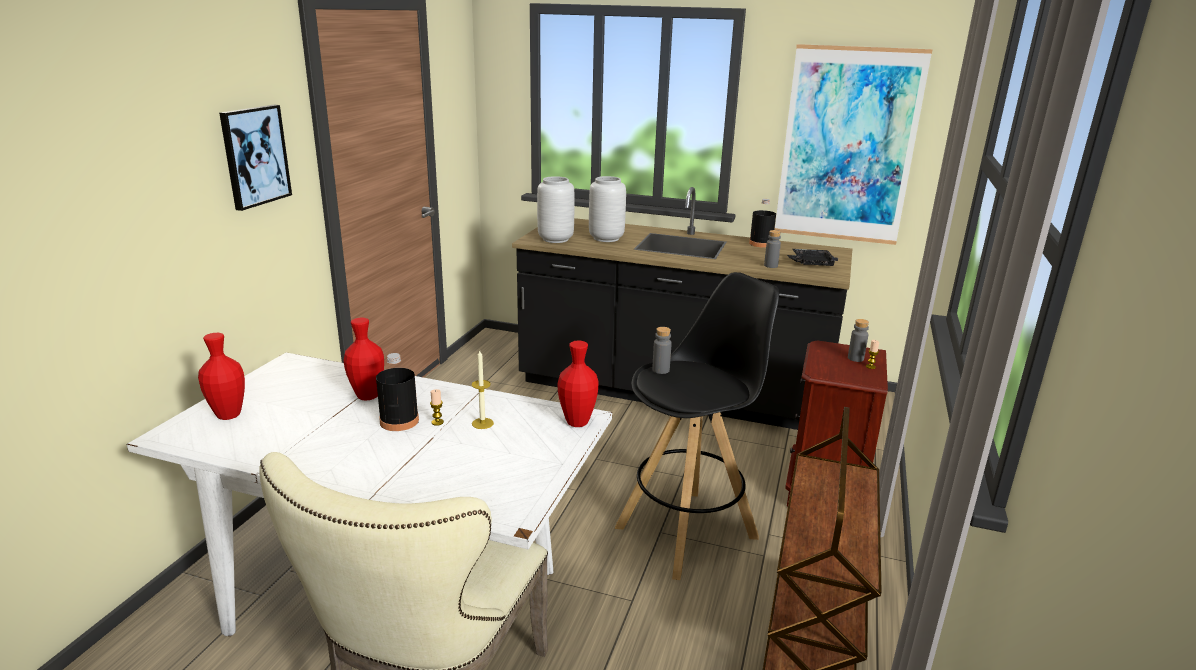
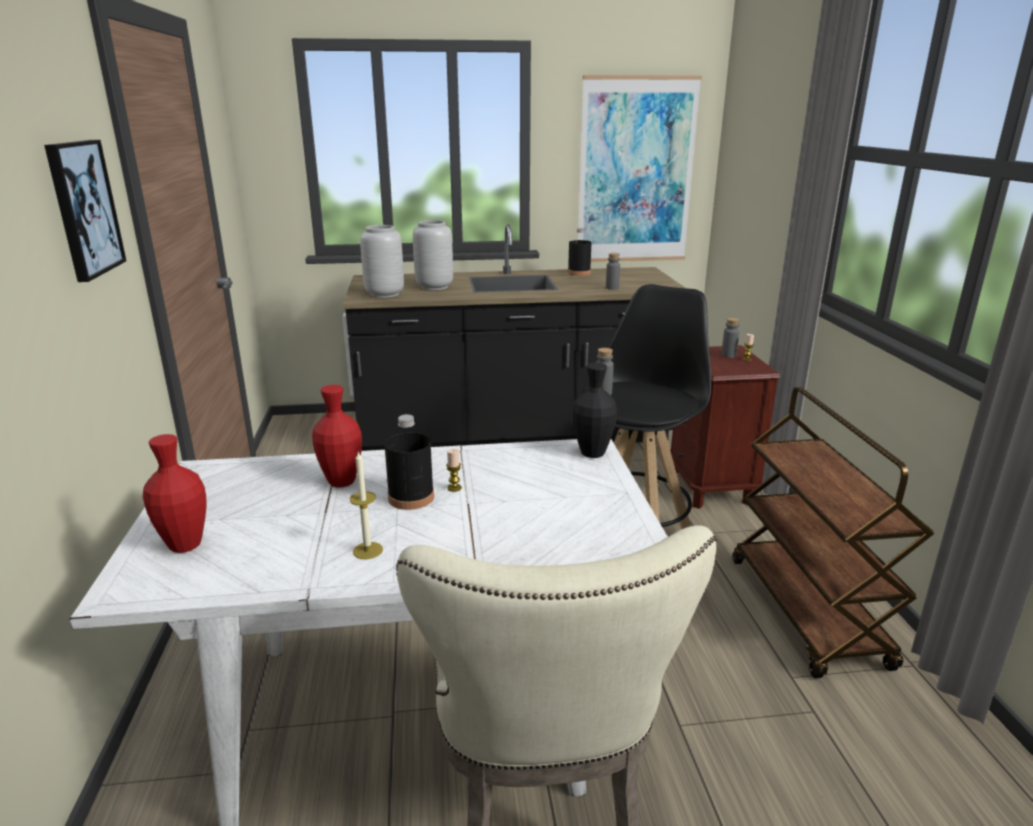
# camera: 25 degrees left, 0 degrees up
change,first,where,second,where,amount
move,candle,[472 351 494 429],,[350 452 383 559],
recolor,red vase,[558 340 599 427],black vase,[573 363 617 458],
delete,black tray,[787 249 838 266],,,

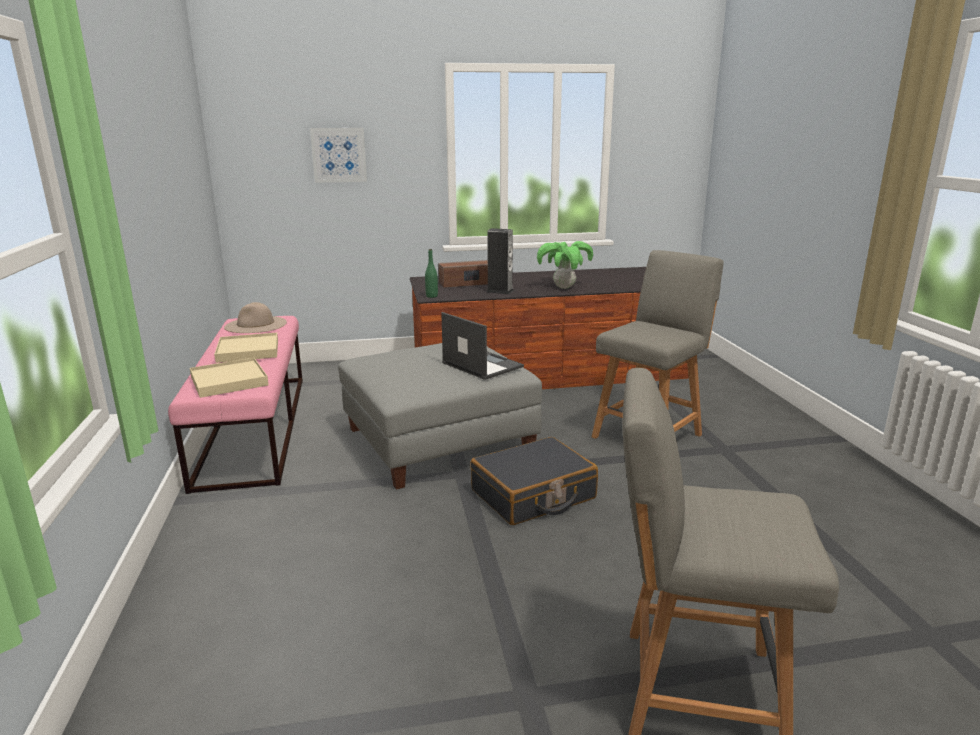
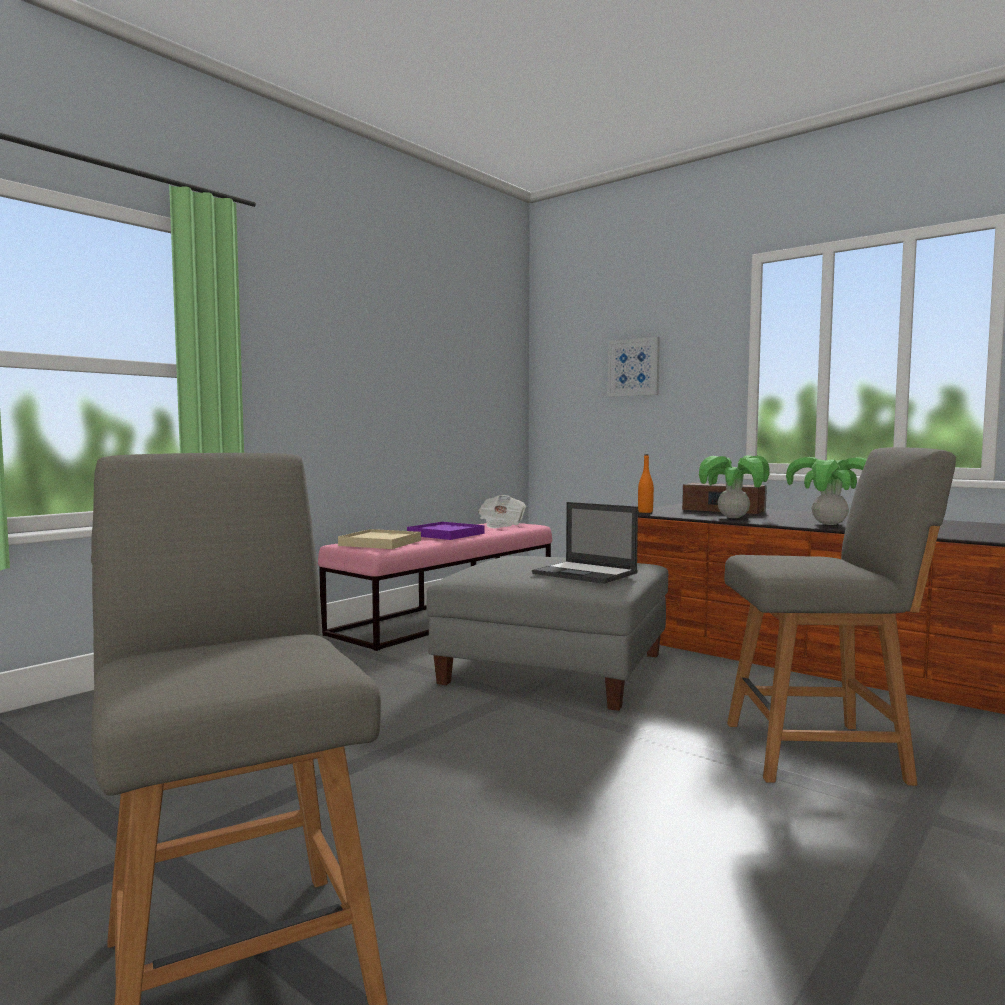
# camera: 50 degrees right, 15 degrees down
change,first,where,second,where,amount
recolor,beige tray,[214 333 278 363],purple tray,[407 522 485 540],
replace,beige hat,[224 302 287 333],newspaper,[478 495 526 528],
recolor,green bottle,[425 249 438 298],orange bottle,[638 454 654 513],
rotate,laptop,[441 312 524 380],,[532 502 638 584],120 degrees clockwise
delete,black suitcase,[470 437 598 525],,,
replace,speaker,[486 228 514 294],potted plant,[699 455 770 518],

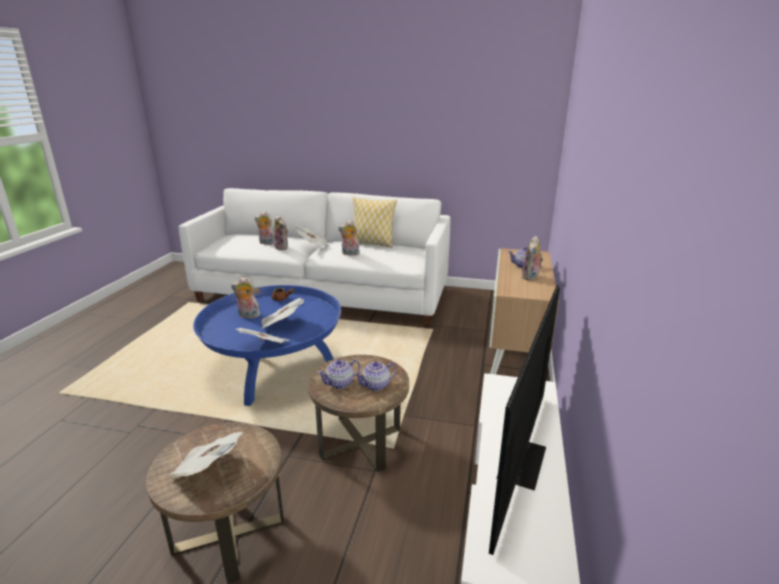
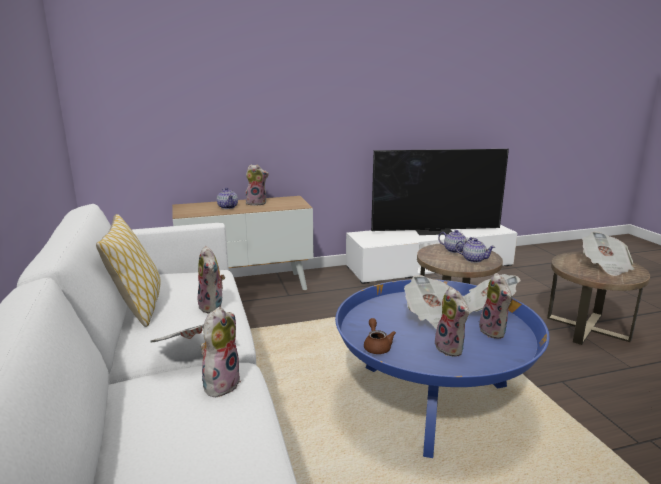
# camera: 120 degrees left, 5 degrees down
change,first,where,second,where,amount
move,plush toy,[255 212 275 245],,[477 273 512 339],

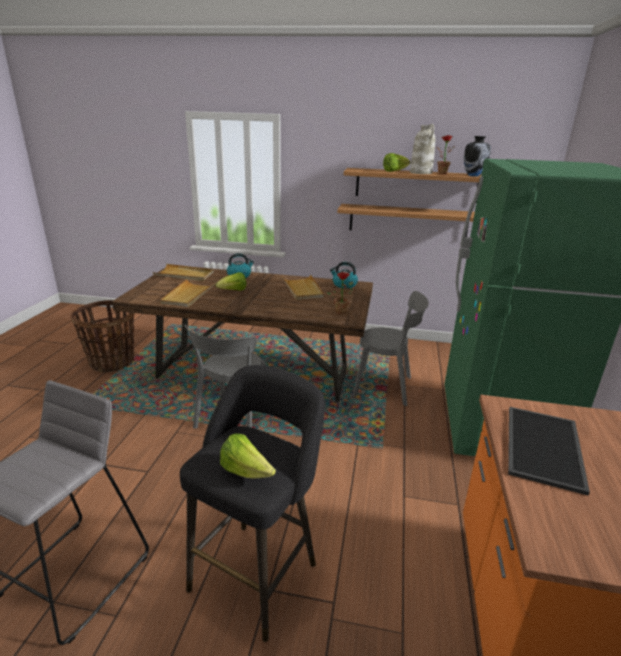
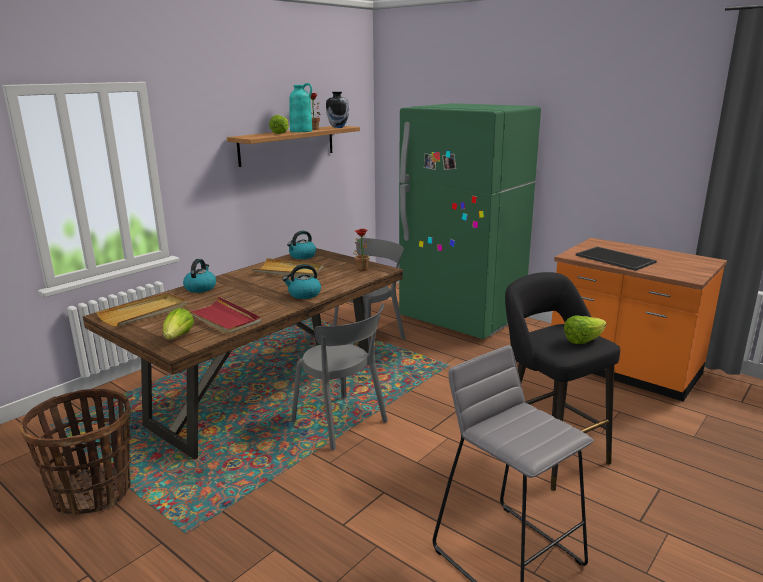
# camera: 60 degrees left, 5 degrees down
change,first,where,second,where,amount
recolor,beige tray,[160 279 216 307],red tray,[182 297 261 335],
move,lettuce,[215 272 246 291],,[163 308 194 339],
delete,shelf,[337 204 475 237],,,
recolor,white vase,[410 124 435 174],turquoise vase,[289 83 313 132],
insert,,,kettle,[282 264 321 299],

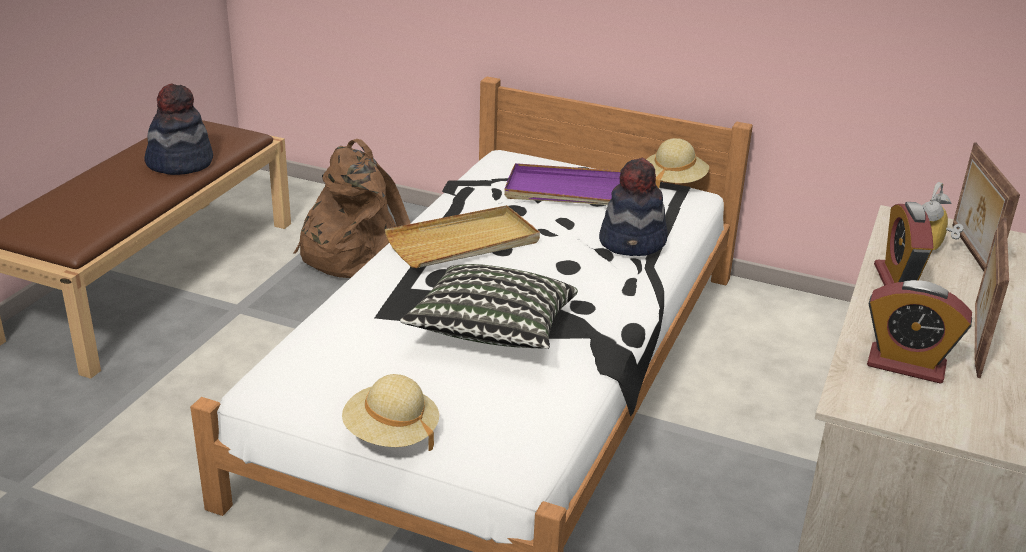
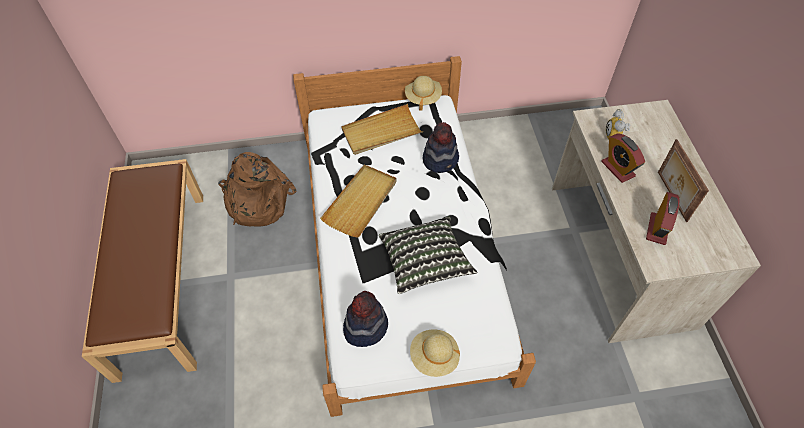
# camera: 30 degrees left, 25 degrees up
change,first,where,second,where,amount
move,hat,[144 84 213 175],,[343 291 388 347],
recolor,purple tray,[504 163 620 205],beige tray,[341 104 423 155],
rotate,alarm clock,[867 280 972 384],,[646 192 679 245],60 degrees counterclockwise
delete,picture frame,[952 142 1020 271],,,

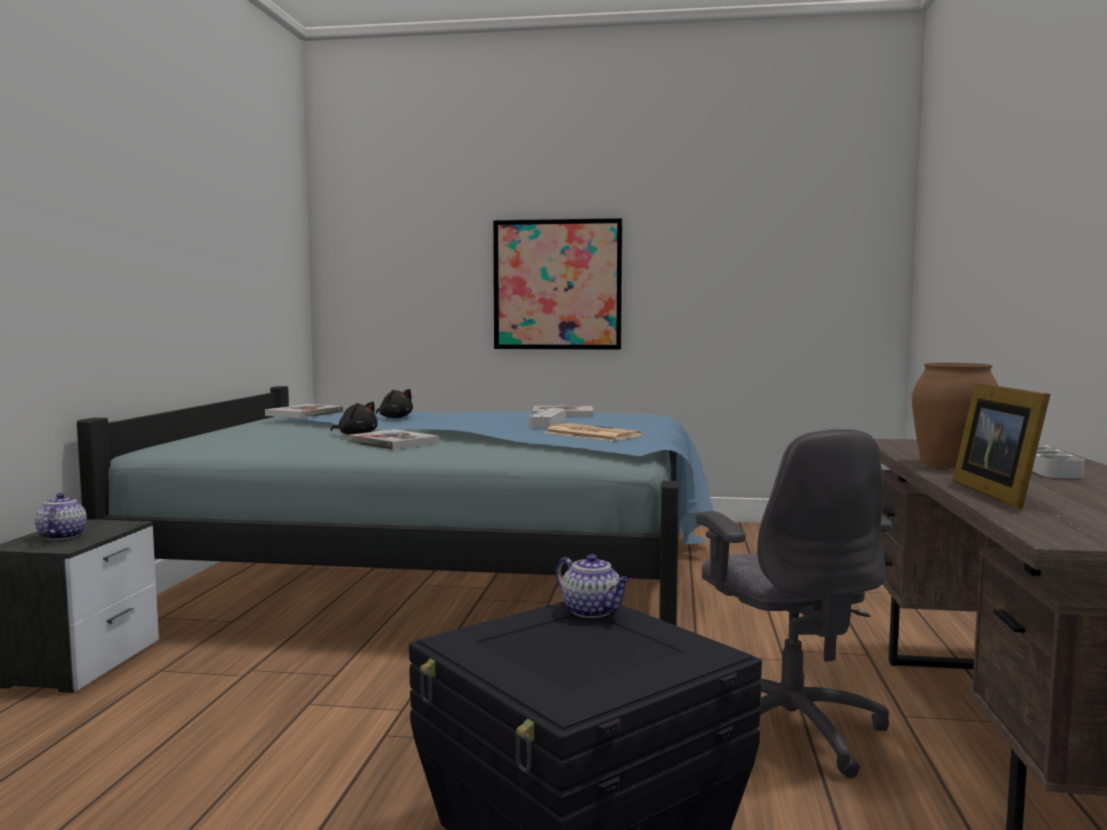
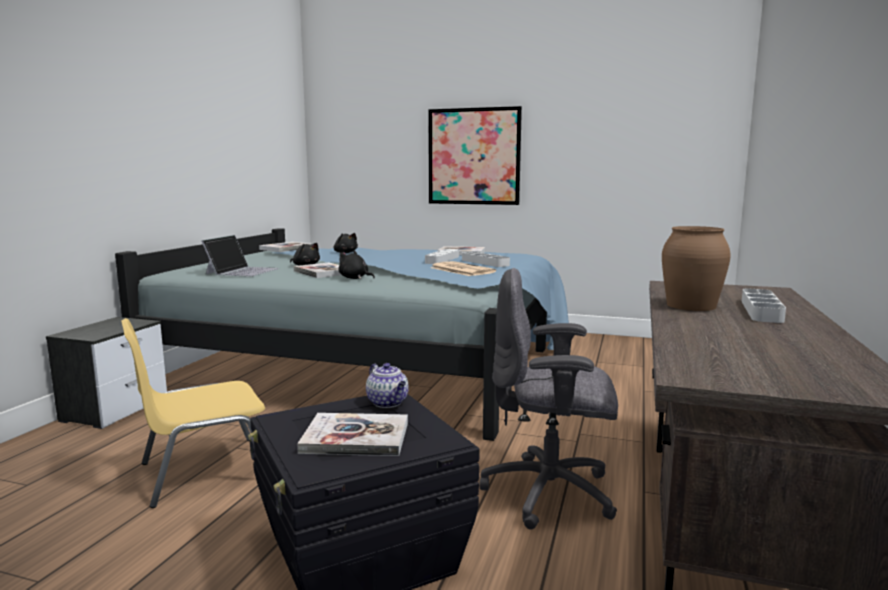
# camera: 10 degrees right, 5 degrees up
change,first,where,second,where,amount
delete,teapot,[35 493 87 540],,,
rotate,grey office chair,[696 429 893 778],,[479 268 618 530],105 degrees clockwise
delete,picture frame,[952 383 1051 509],,,
insert,,,yellow chair,[121 318 265 508],
insert,,,laptop,[202 235 279 277],
insert,,,book,[297 413 408 456],
insert,,,black plush toy,[338 250 375 279],
insert,,,grey tray,[462 252 510 267],

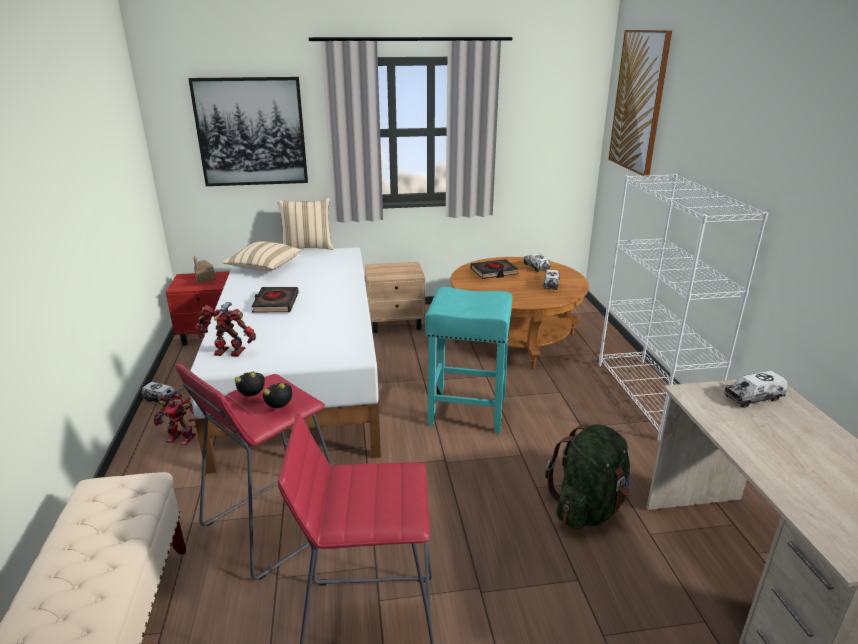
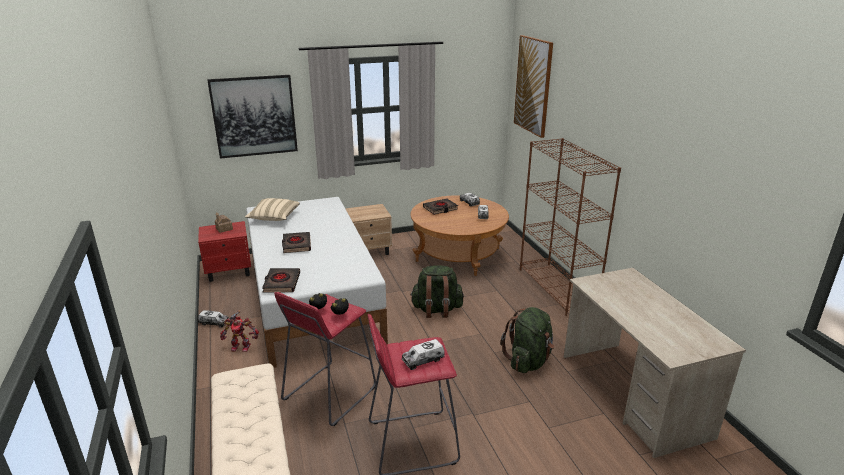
# camera: 10 degrees left, 0 degrees up
change,first,where,second,where,amount
replace,toy robot,[195 302 256 357],black book,[262 268 300 293],
delete,beige pillow,[277 198 334 250],,,
replace,turquoise stool,[425 287 512 434],green backpack,[410 265 464 318],
recolor,white bookcase,[598 174 768 441],brown bookcase,[520 138 621 316],
move,toy truck,[724 371 787 408],,[402 339 445 370],

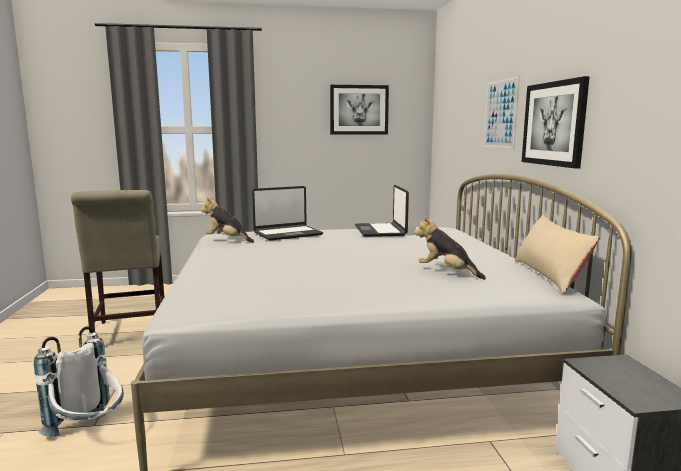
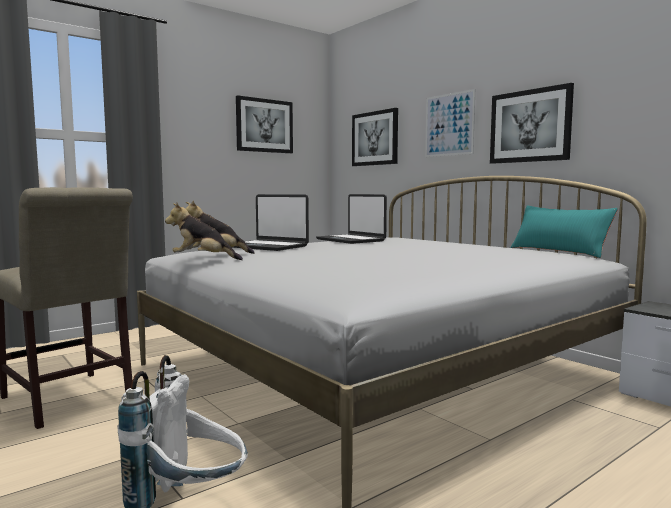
# camera: 30 degrees left, 5 degrees down
change,first,where,second,where,amount
rotate,laptop,[252 186 323 241],,[232 194 309 251],90 degrees clockwise
move,plush toy,[414 215 486 280],,[165 203 243 260],
recolor,beige pillow,[514 215 600 293],turquoise pillow,[511 205 618 258],
insert,,,picture,[352 108 398 166],

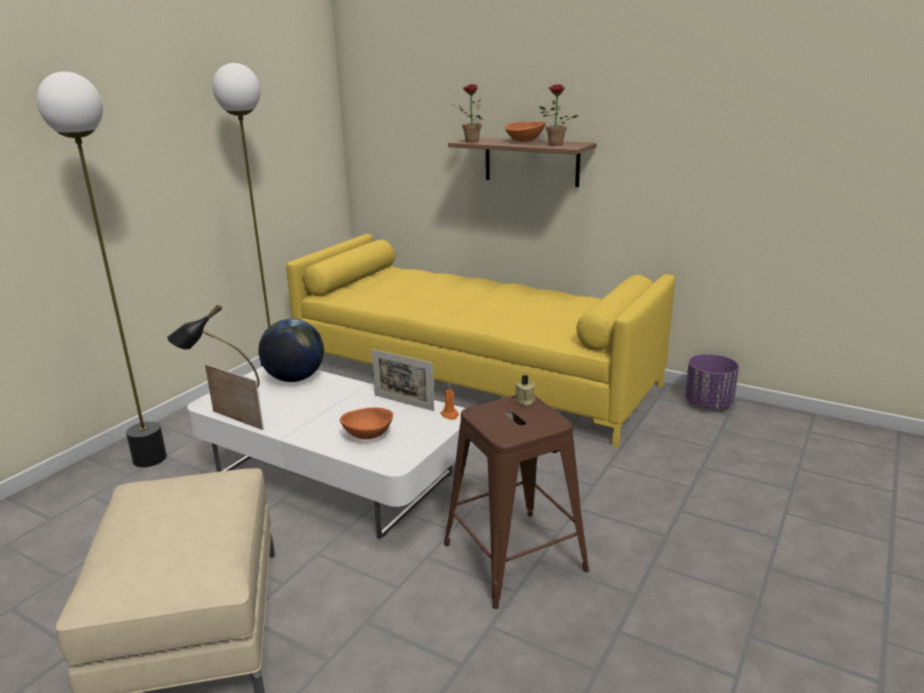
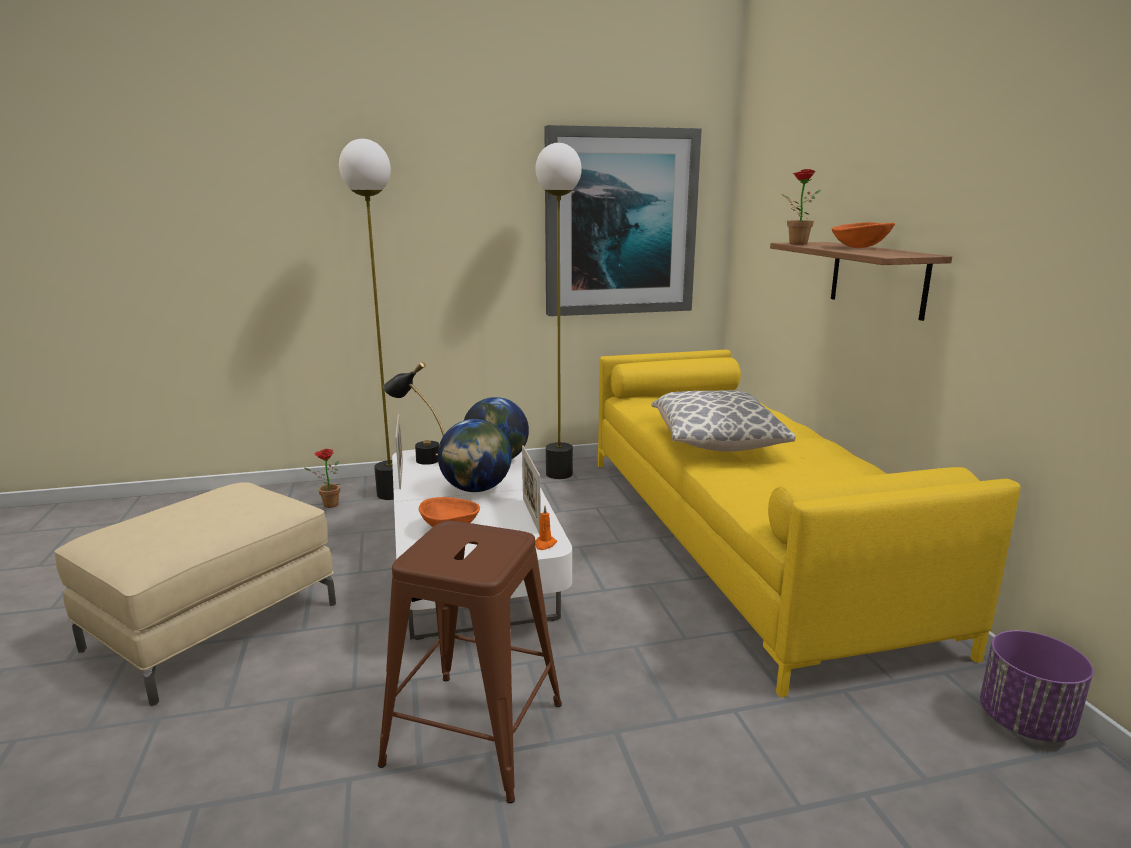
# camera: 45 degrees right, 5 degrees down
change,first,where,second,where,amount
delete,beige candle,[514 375 535 406],,,
move,potted plant,[539 84 579 146],,[303 449 340 508],
insert,,,globe,[438 419 512 492],
insert,,,picture,[544 125 702 316],
insert,,,pillow,[651 390 796 452],

